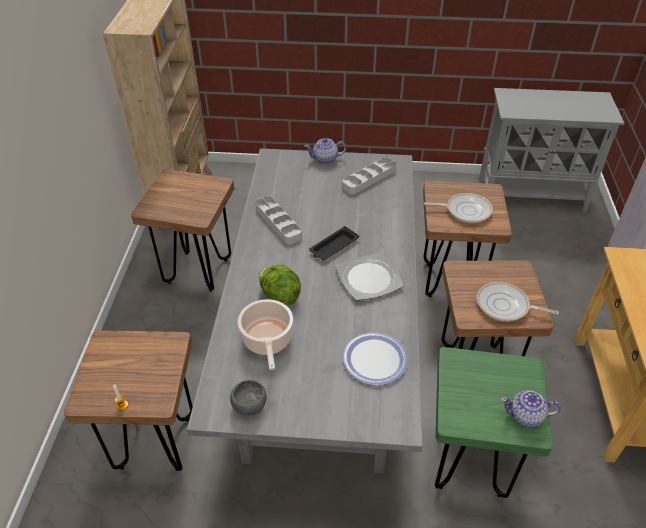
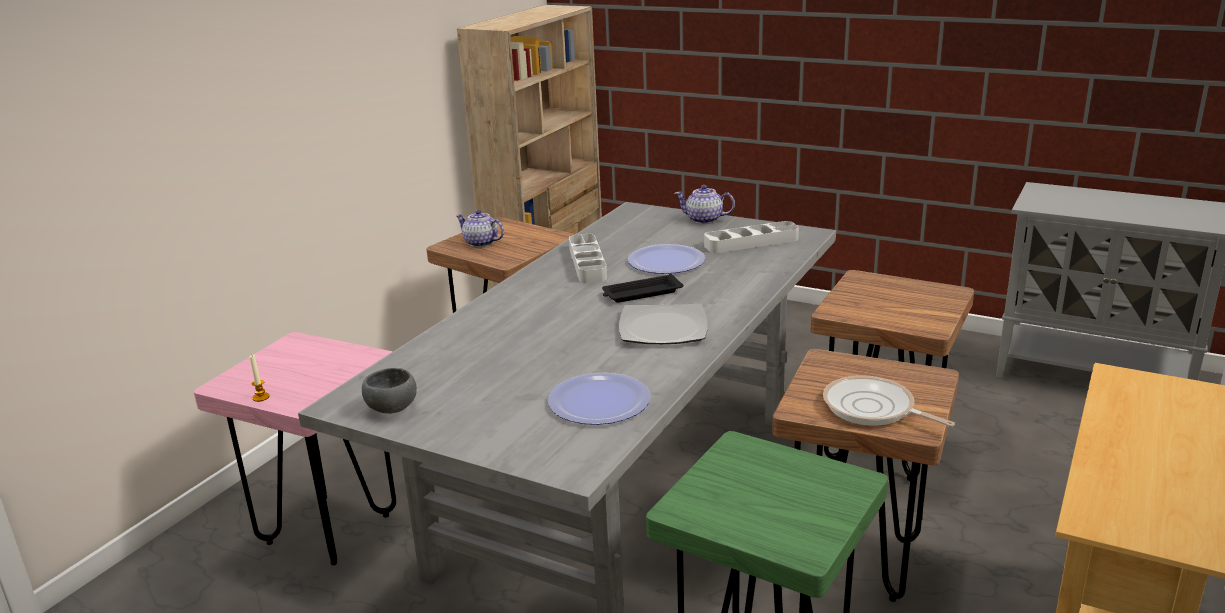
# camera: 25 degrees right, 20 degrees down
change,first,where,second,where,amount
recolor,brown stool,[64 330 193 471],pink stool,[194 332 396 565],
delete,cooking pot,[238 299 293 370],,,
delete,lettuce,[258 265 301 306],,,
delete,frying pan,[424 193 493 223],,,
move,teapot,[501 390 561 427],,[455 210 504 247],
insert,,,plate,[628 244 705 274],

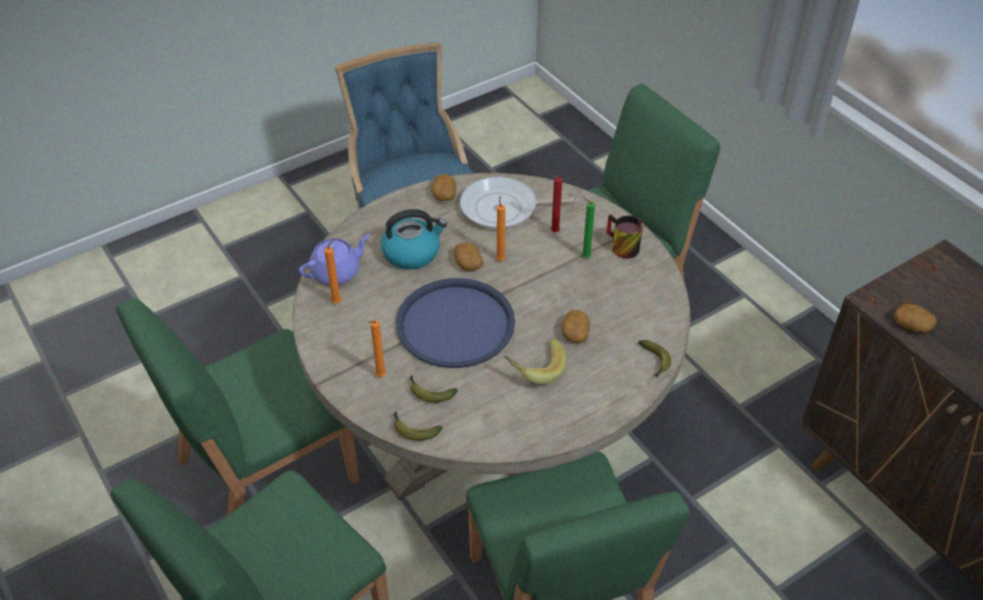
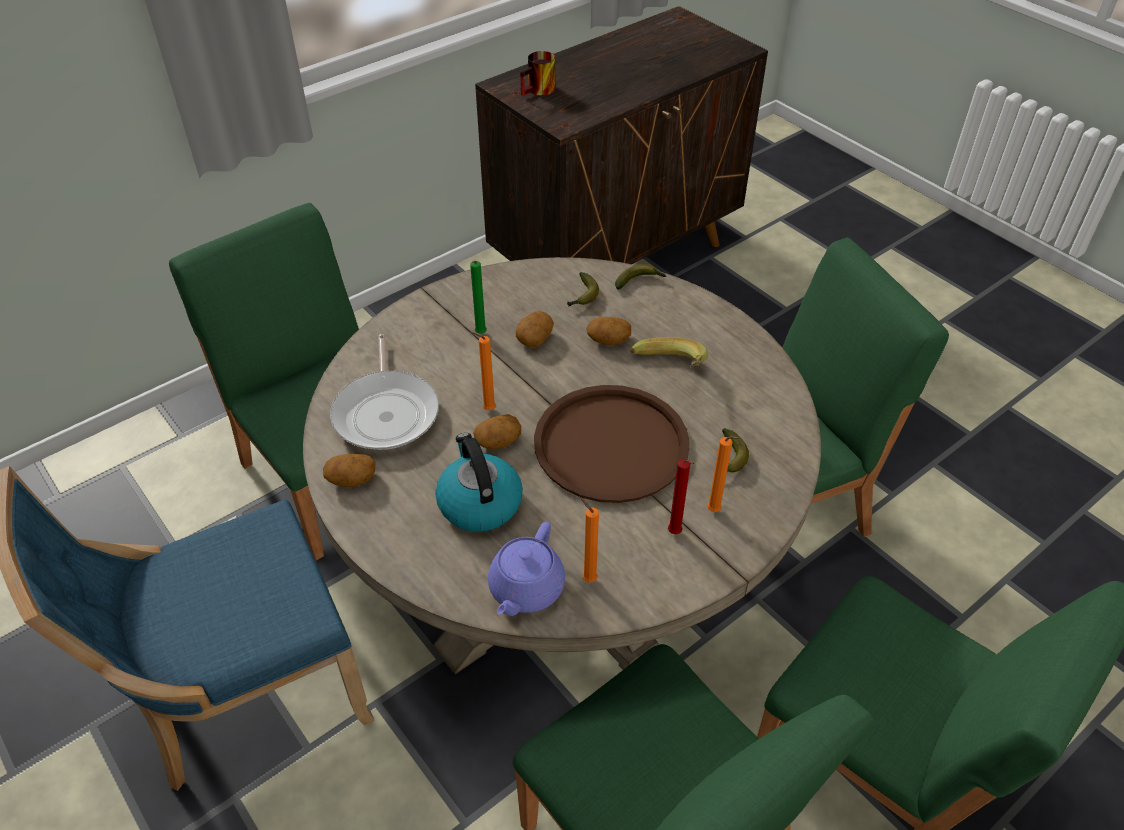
# camera: 95 degrees left, 0 degrees up
change,first,where,second,where,amount
rotate,purple teapot,[299 234 370 285],,[488 522 565 616],120 degrees counterclockwise
move,banana,[394 411 443 441],,[567 272 599 306],
recolor,blue tray,[396 278 515 368],brown tray,[534 385 690 503],
move,red candle,[551 175 562 232],,[668 459 694 534],
move,mug,[606 214 643 259],,[520 51 555 96],
move,potato,[894 304 937 333],,[516 311 554 347],

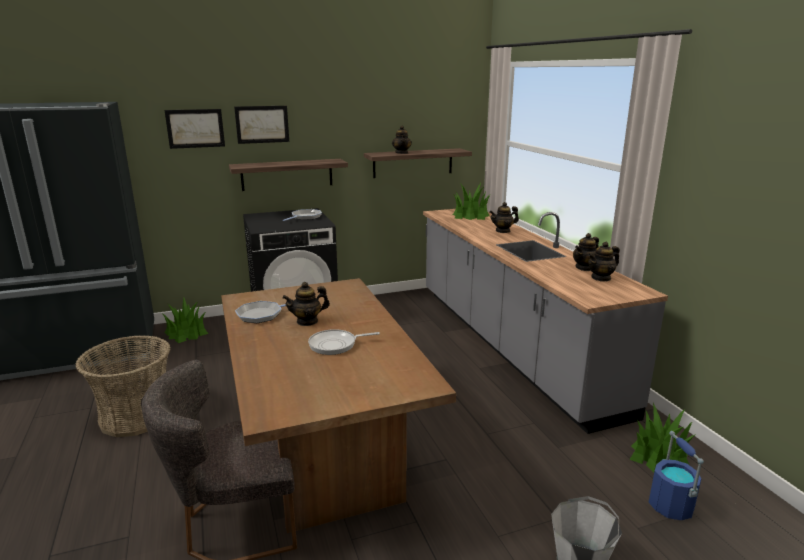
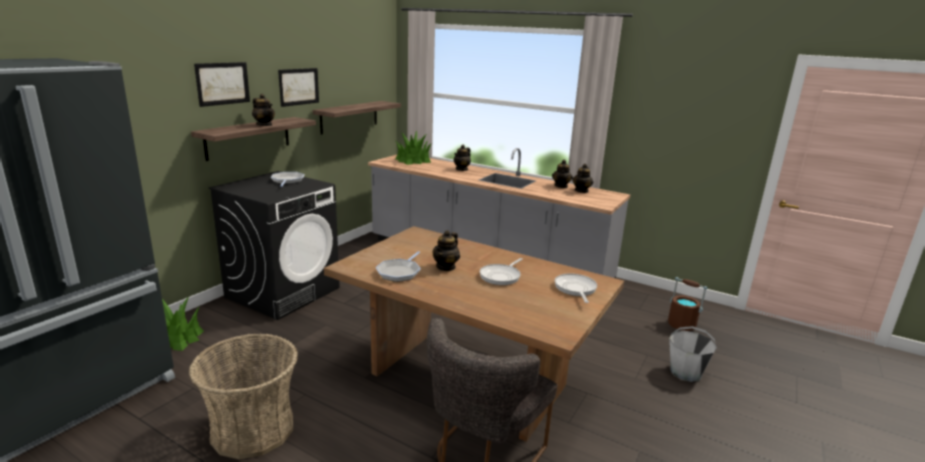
# camera: 40 degrees left, 0 degrees up
change,first,where,second,where,amount
move,picture,[164 109 225 149],,[278 68 319 107],
move,teapot,[392 126 412 154],,[252 93 275 126],
delete,potted plant,[629 403 696 473],,,
recolor,blue bucket,[648 431 704 520],brown bucket,[668 277 707 331],
insert,,,frying pan,[555 274 597 303],

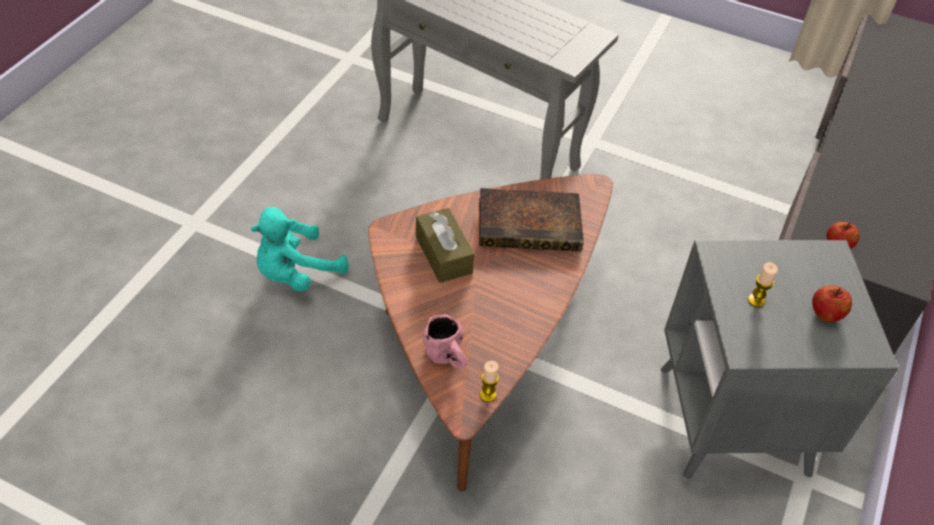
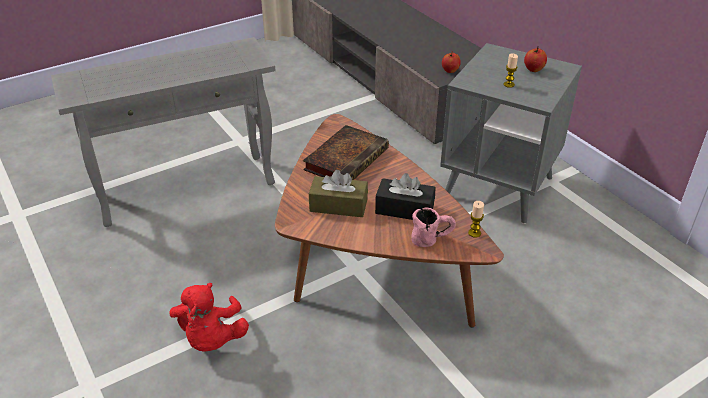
# camera: 55 degrees left, 10 degrees down
change,first,where,second,where,amount
recolor,turquoise plush toy,[250 207 349 292],red plush toy,[169 283 249 352],
insert,,,black tissue box,[375 173 436 220],

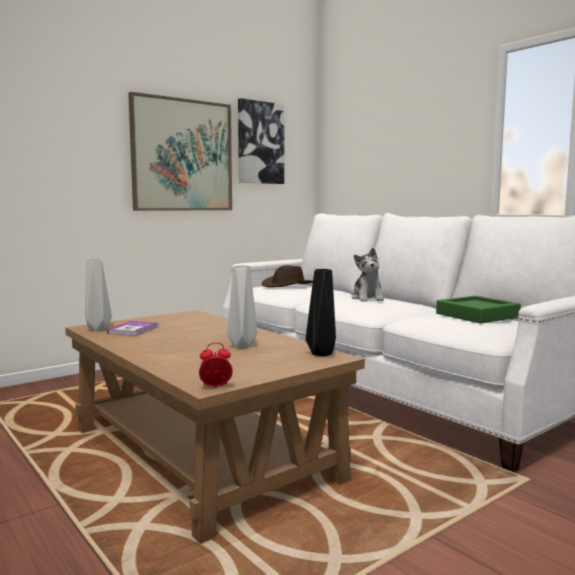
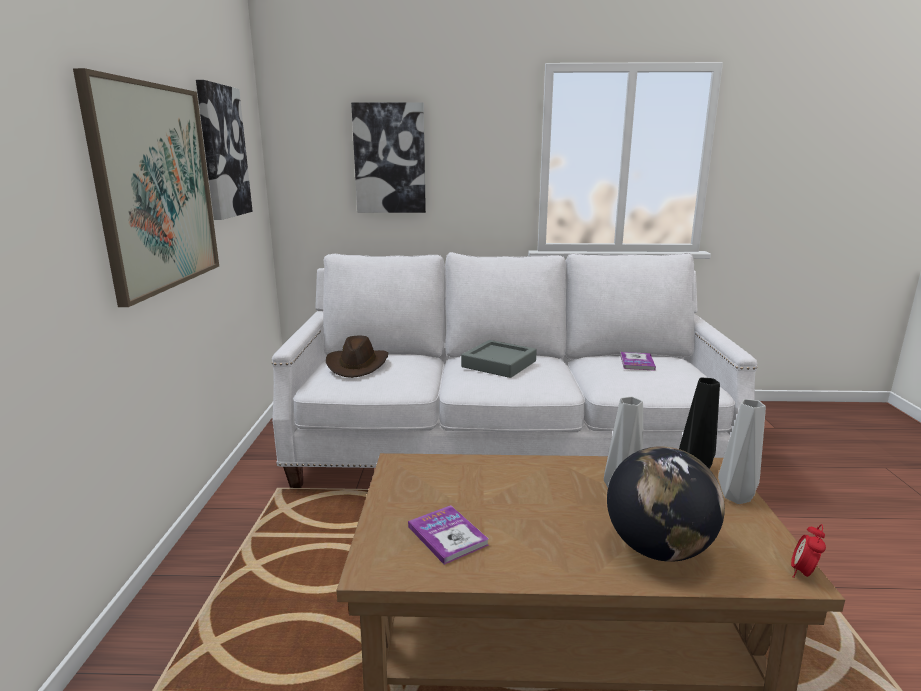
# camera: 50 degrees left, 10 degrees up
change,first,where,second,where,amount
move,grey vase,[85 258 112 331],,[718 399 766 504],
replace,plush toy,[351 248 384 302],grey tray,[461 340 537 378],
replace,green tray,[436 296 521 324],book,[621 352 656 371],
insert,,,picture,[351 102 426 213],
insert,,,globe,[607 446 725 562],

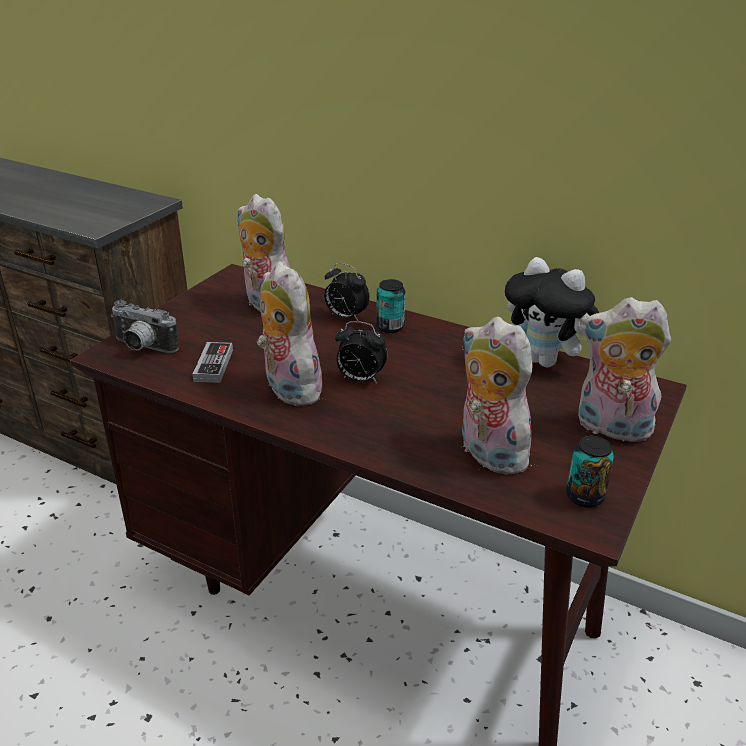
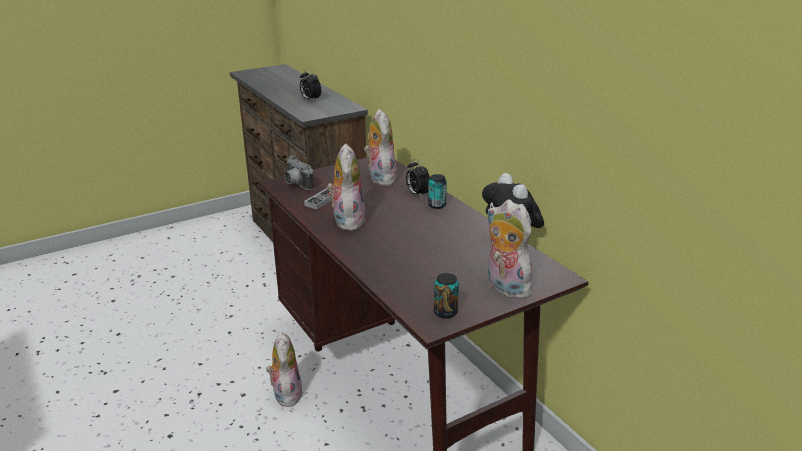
# camera: 30 degrees right, 5 degrees down
change,first,where,second,where,amount
move,alarm clock,[335 321 388 383],,[300 69 321 101],
move,plush toy,[462 317 538 475],,[266 332 303 407],

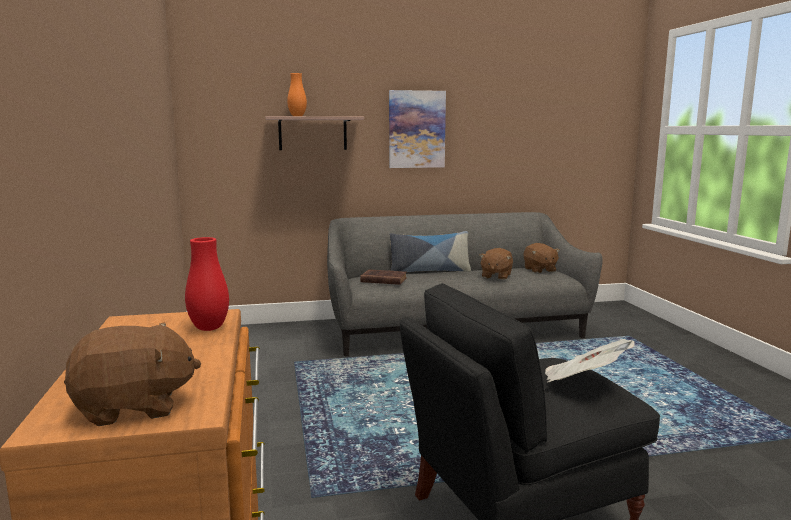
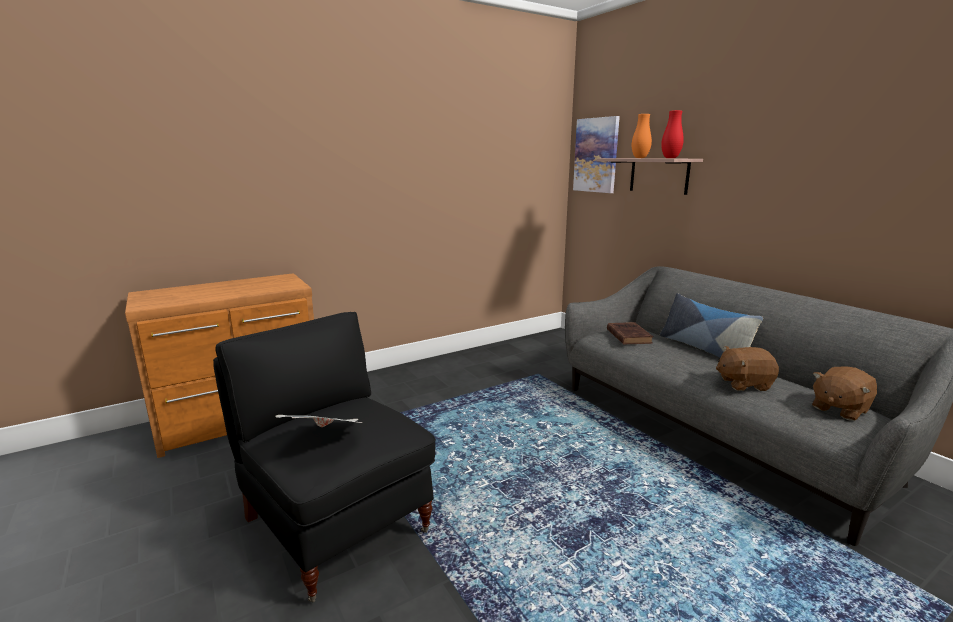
# camera: 70 degrees right, 5 degrees up
change,first,where,second,where,amount
delete,brown plush toy,[64 322 201 426],,,
move,red vase,[185 237 229 331],,[661 110 684 158],
move,picture,[389 90 446 168],,[573 116 620 193],

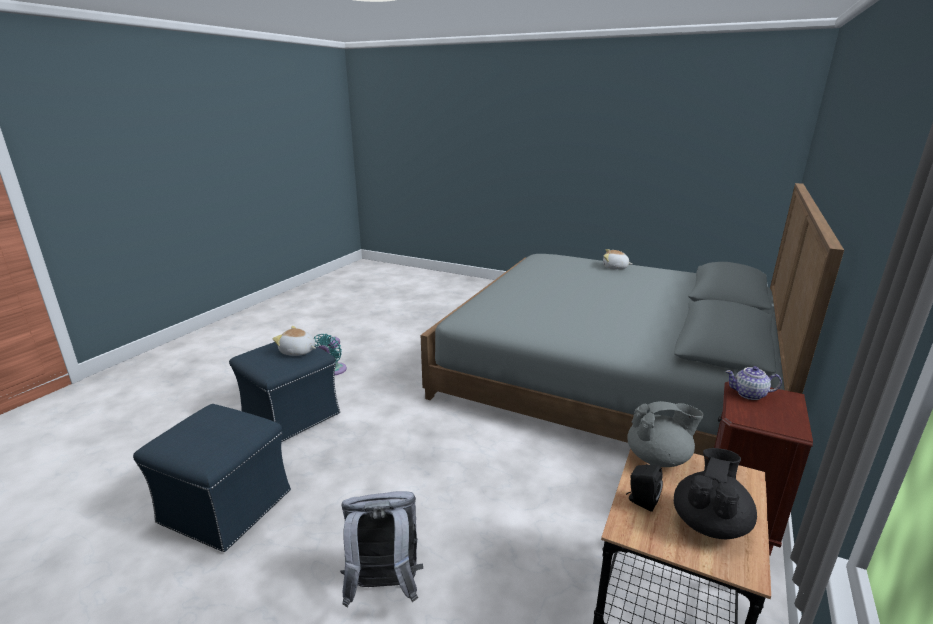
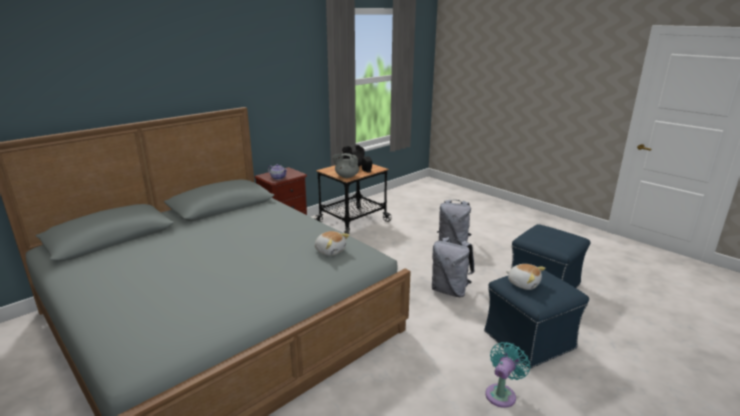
# camera: 160 degrees left, 0 degrees up
change,first,where,second,where,amount
move,plush toy,[603 249 633 269],,[315 231 350 256],
insert,,,grey backpack,[432 237 475 297],

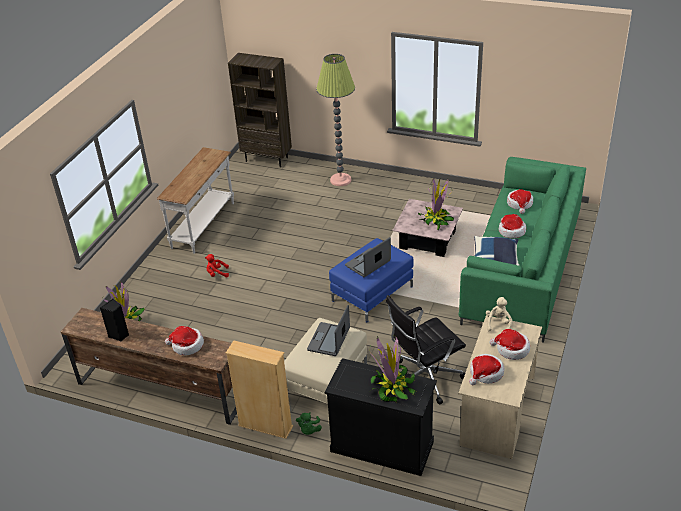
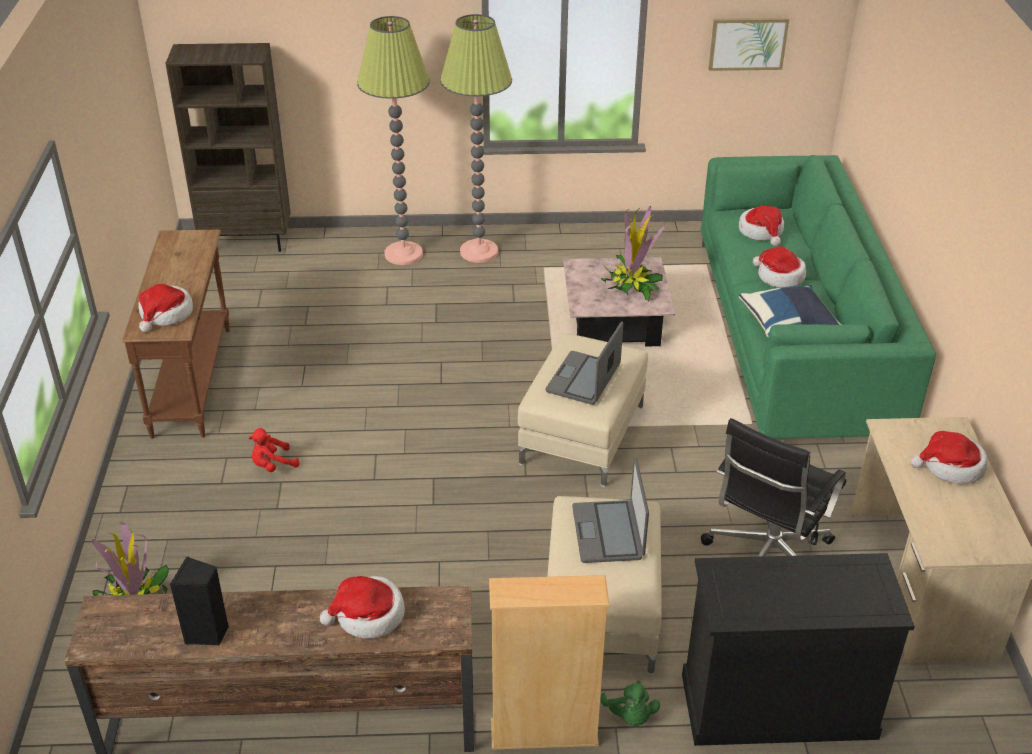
# camera: 25 degrees left, 0 degrees up
change,first,where,second,where,amount
recolor,white console table,[157 147 234 254],brown console table,[122 230 230 439],
recolor,blue ottoman,[329 238 413 322],beige ottoman,[518 333 648 487],
delete,potted plant,[369 336 416 402],,,
move,hat,[469 354 504 385],,[139 284 193 332],
delete,beige plush toy,[486 297 512 331],,,
insert,,,floor lamp,[440 14 512 263],
insert,,,picture,[709 18 789 71],

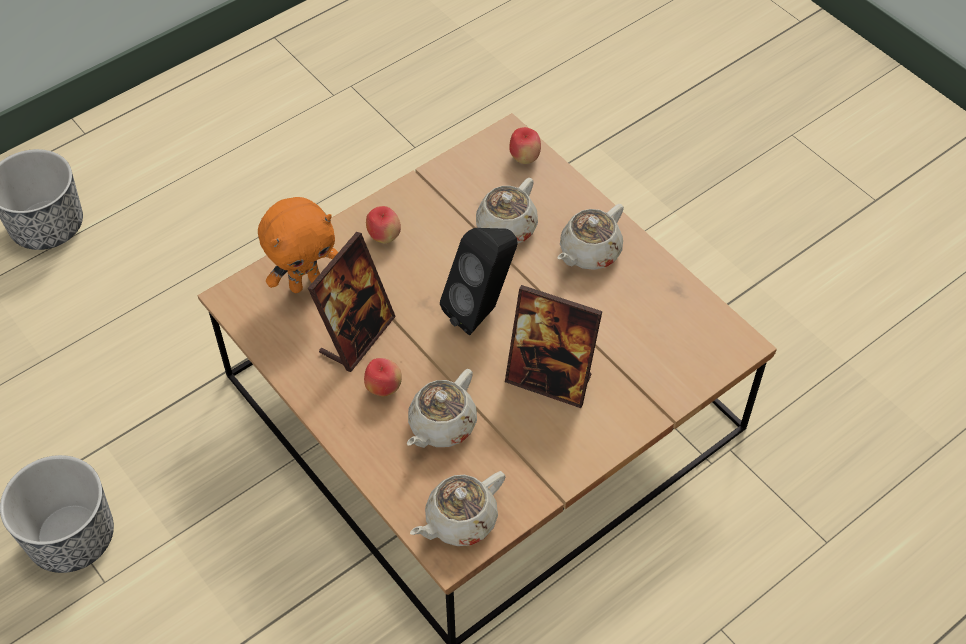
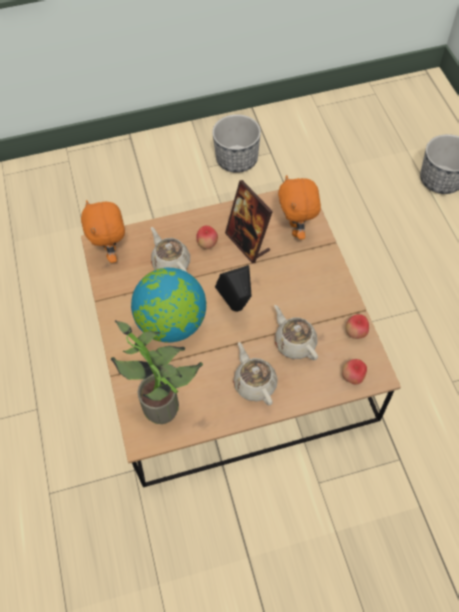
# camera: 115 degrees right, 5 degrees up
change,first,where,second,where,amount
move,apple,[366 206 401 243],,[346 314 369 339],
replace,beige teapot,[410 471 506 546],orange plush toy,[81 200 125 263],
replace,picture frame,[505 285 602 408],globe,[131 268 206 343],
insert,,,potted plant,[111 320 203 424],

